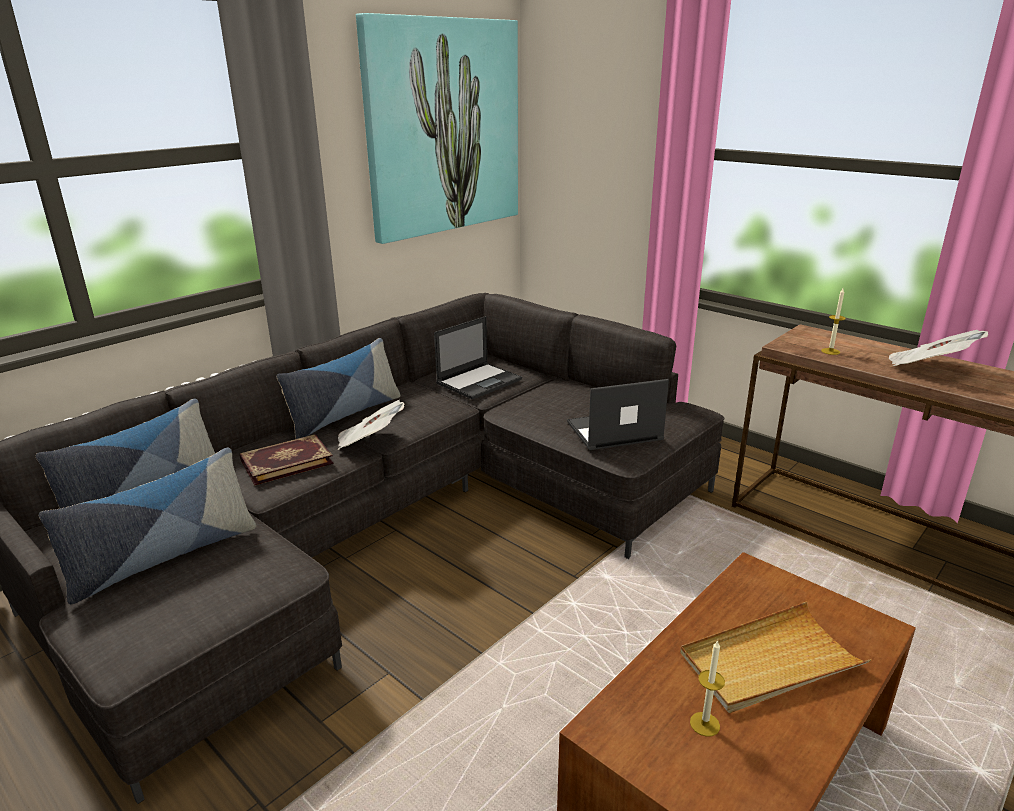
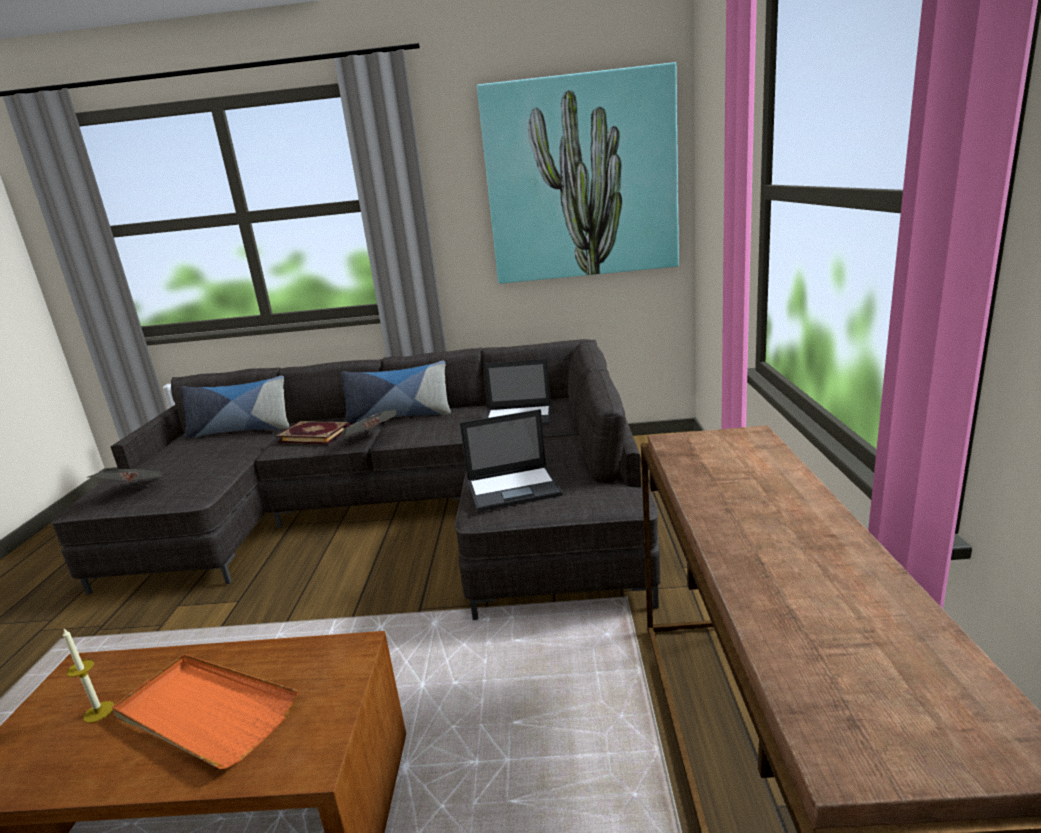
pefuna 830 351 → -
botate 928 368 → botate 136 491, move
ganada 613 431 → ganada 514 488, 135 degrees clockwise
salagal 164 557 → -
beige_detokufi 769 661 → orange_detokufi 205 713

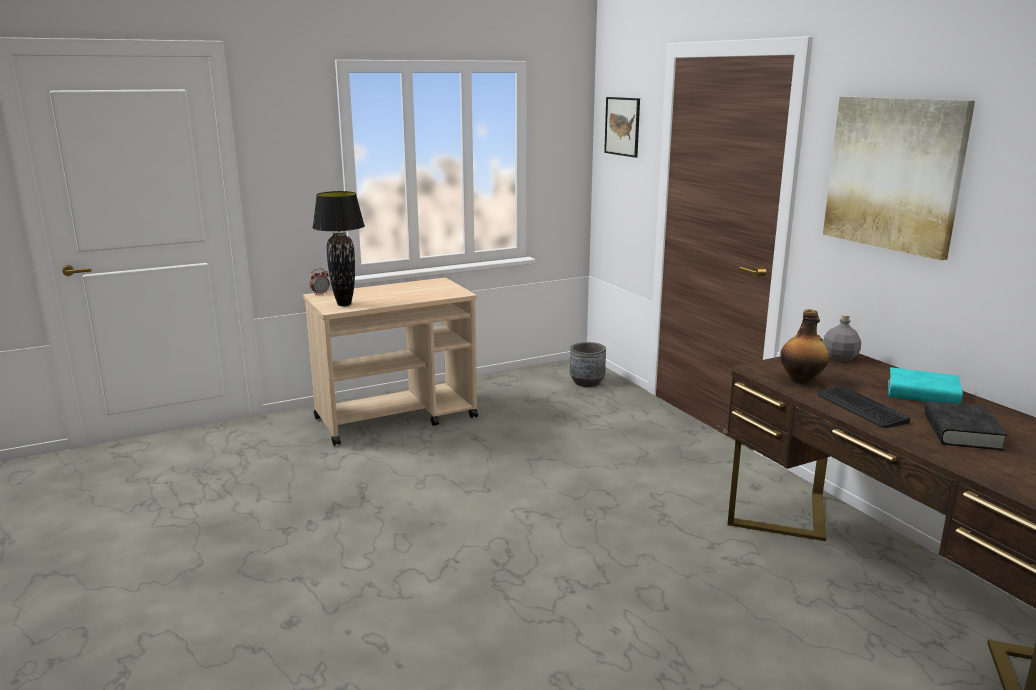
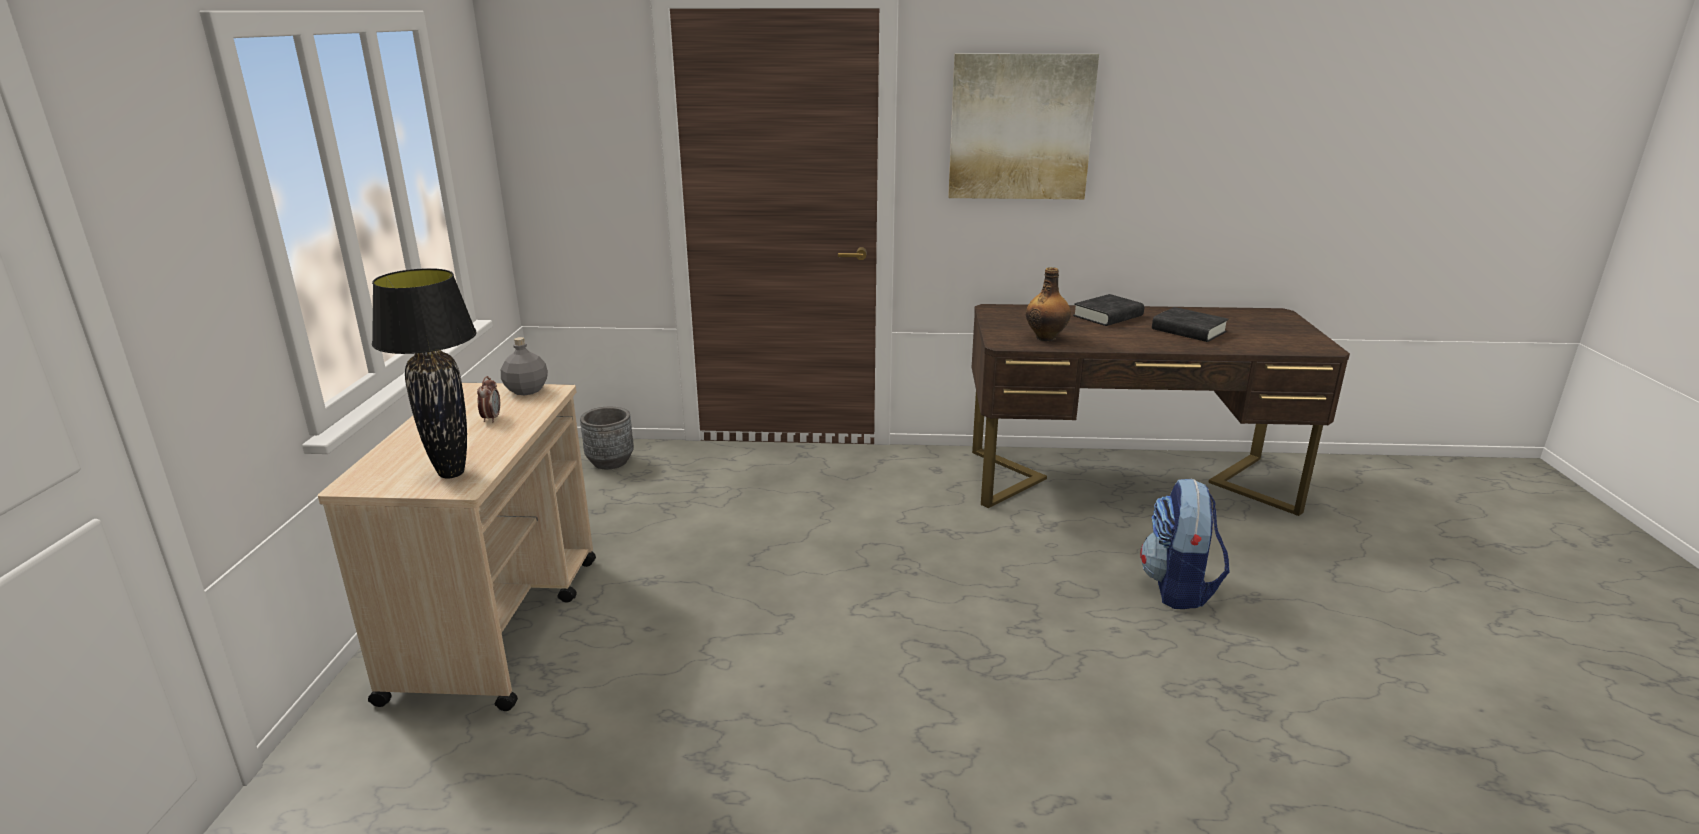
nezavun 622 126 → -
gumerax 320 294 → gumerax 491 418, move
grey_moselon 840 358 → grey_moselon 527 390, move
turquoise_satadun 922 393 → black_satadun 1108 316
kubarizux 860 408 → -
- → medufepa 1178 588

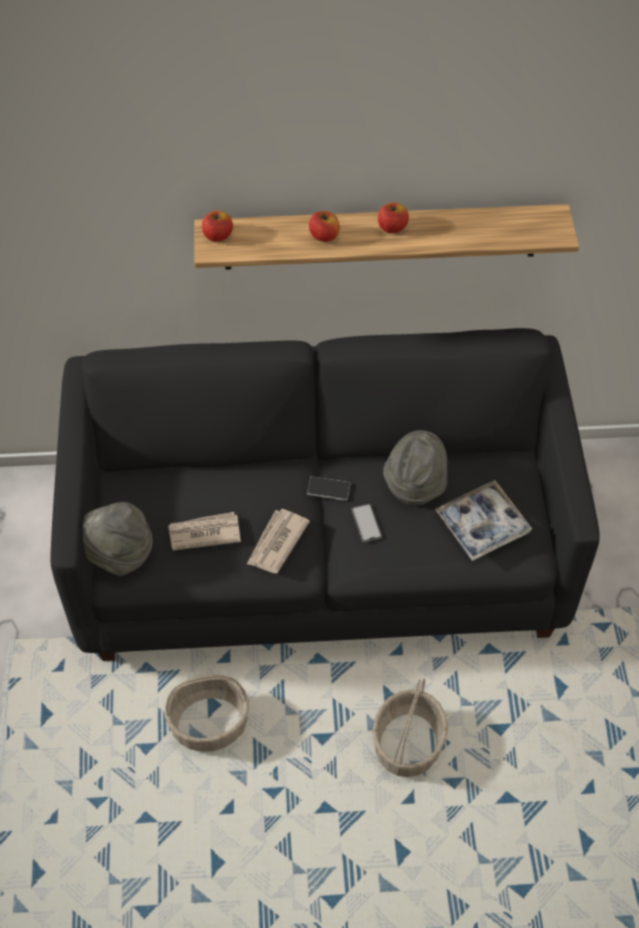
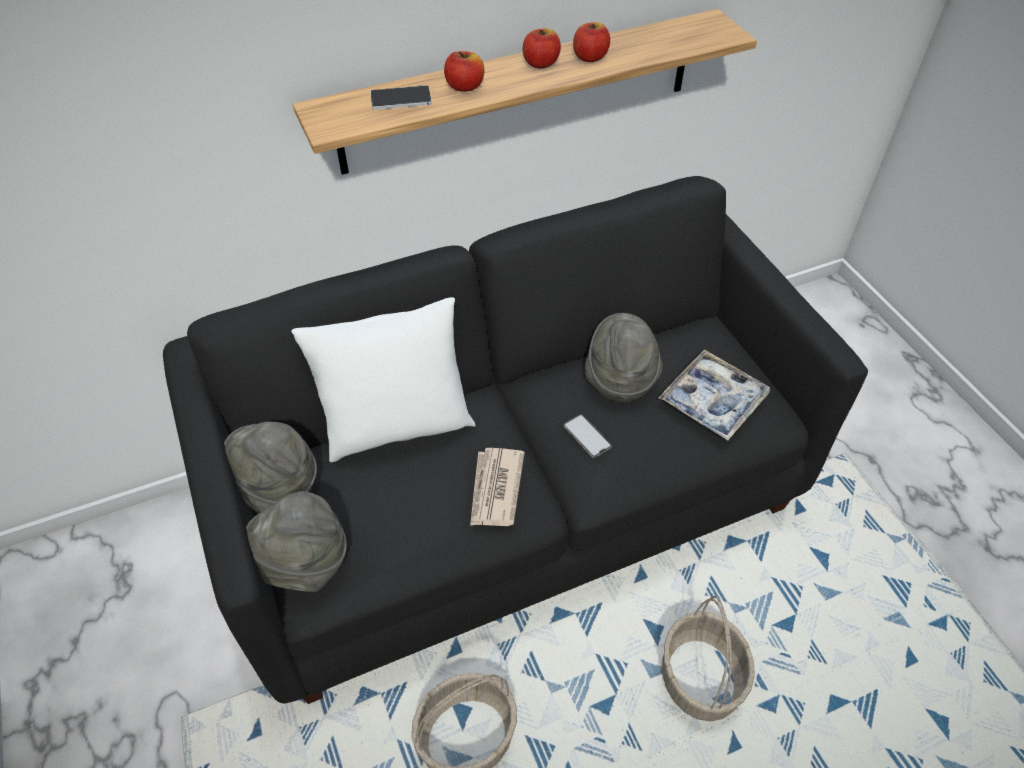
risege 218 235 → risege 590 57, move
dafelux 328 489 → dafelux 401 99, move
botate 204 533 → -
- → white_salagal 397 426
- → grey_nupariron 277 487

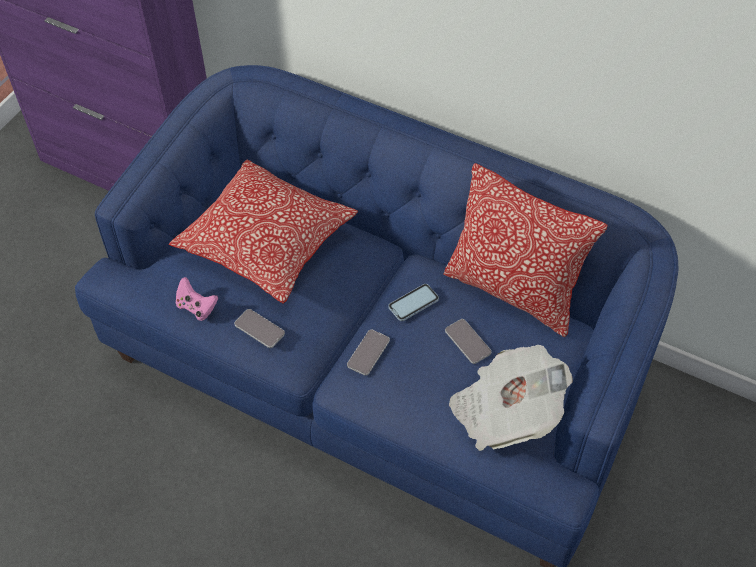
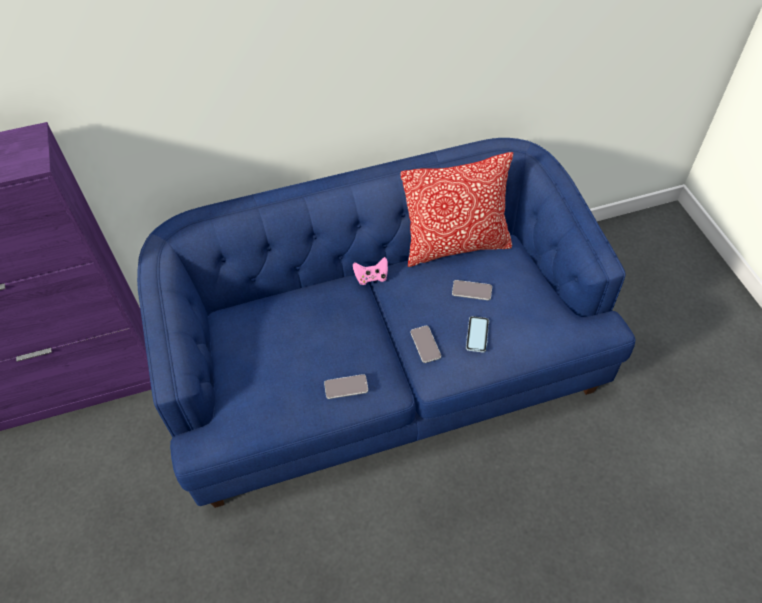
salagal 266 243 → -
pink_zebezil 196 307 → pink_zebezil 371 277, move
dafelux 413 303 → dafelux 477 335, move
botate 505 412 → -

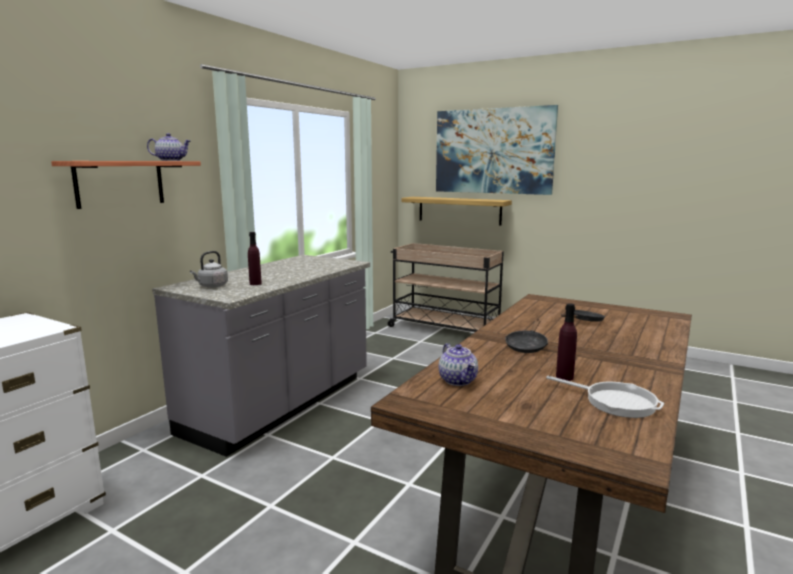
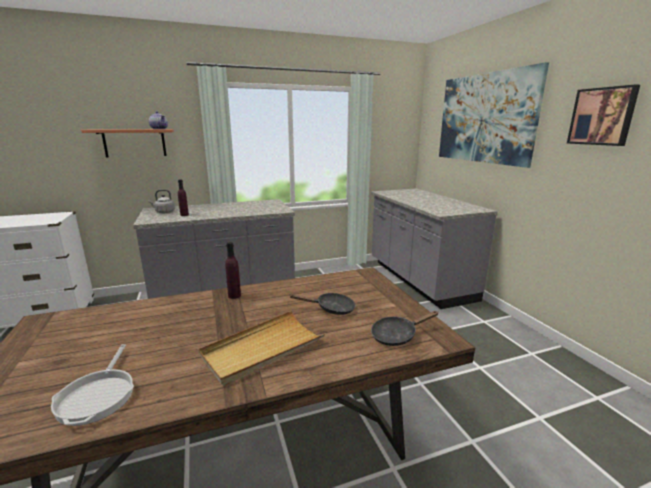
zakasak 459 210 → -
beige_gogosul 444 328 → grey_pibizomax 418 280
purple_moselon 564 377 → purple_moselon 234 295, move
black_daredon 527 346 → black_daredon 397 335, move
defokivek 458 380 → -
- → nezavun 602 116
- → beige_detokufi 262 349

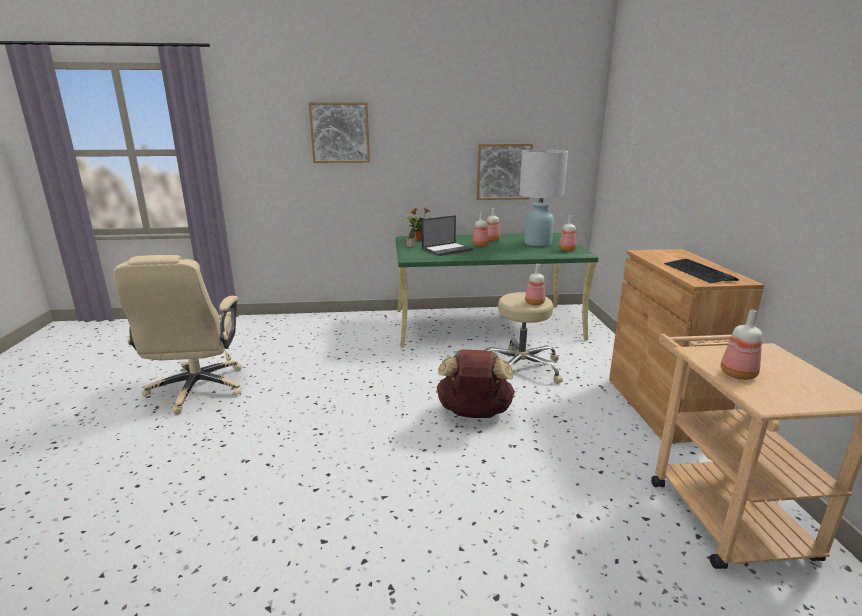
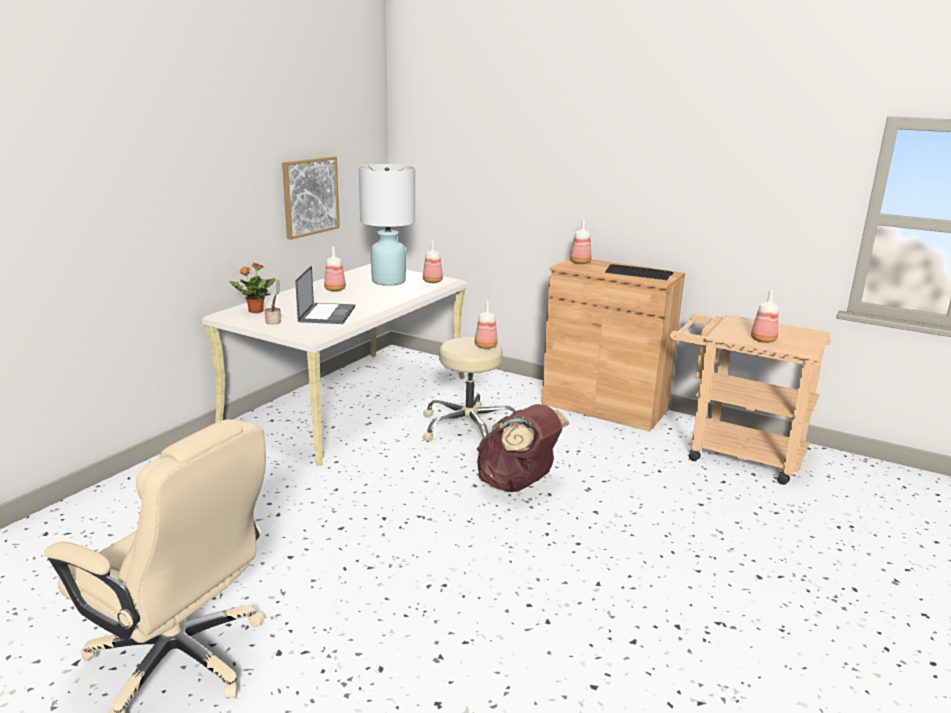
nezavun 340 133 → -
moselon 480 245 → moselon 579 262, move
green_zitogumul 486 324 → beige_zitogumul 351 401

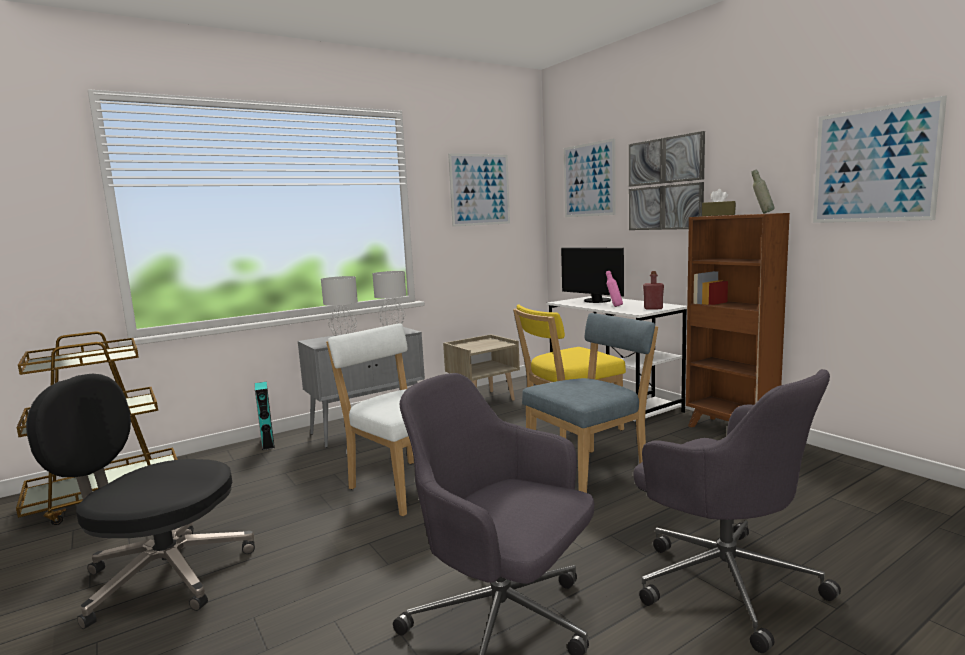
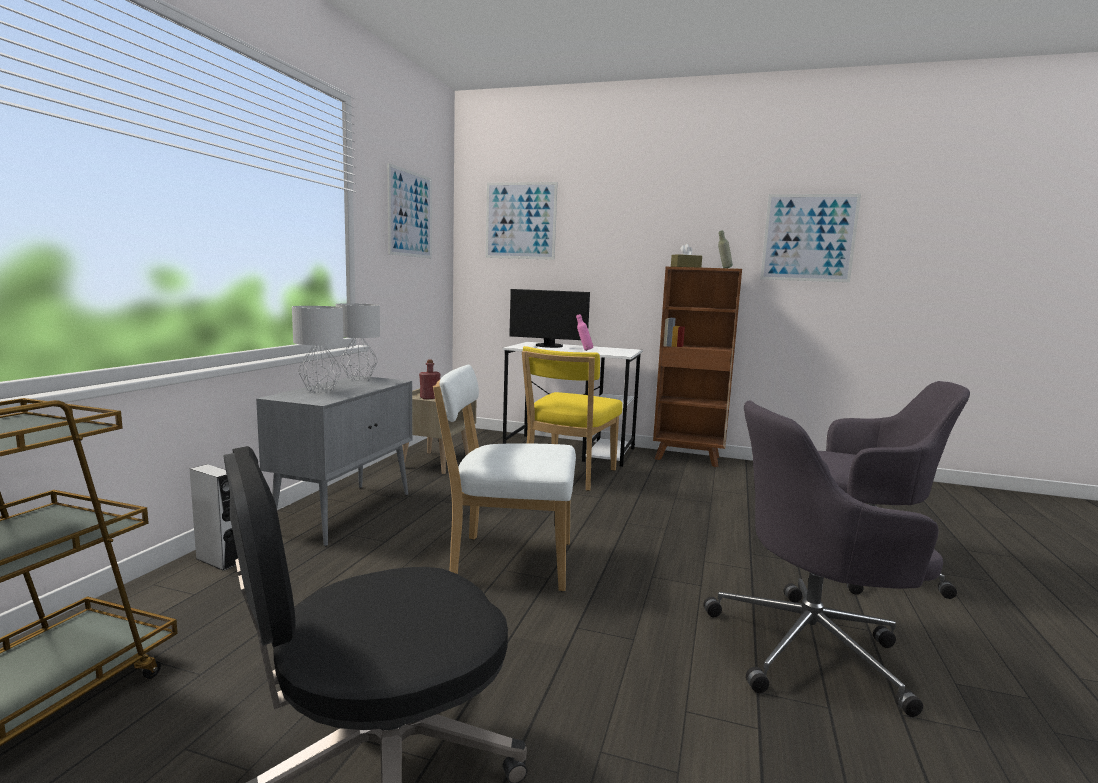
nezavun 665 184 → -
red_moselon 653 308 → red_moselon 429 398, move
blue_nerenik 591 472 → -
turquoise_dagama 268 444 → grey_dagama 218 561

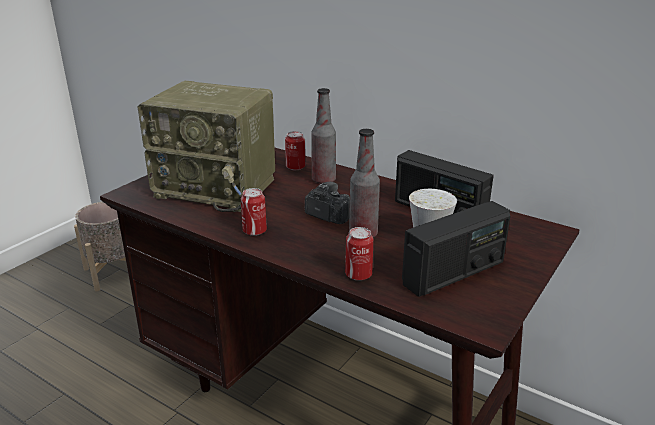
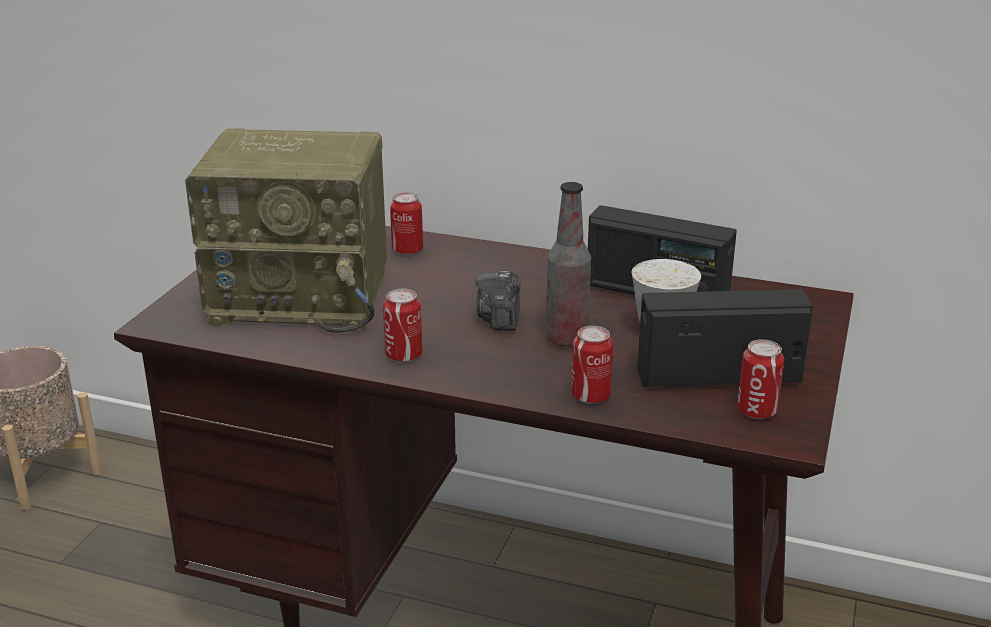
moselon 323 180 → -
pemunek 327 216 → pemunek 500 318, 105 degrees counterclockwise
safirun 454 273 → safirun 718 375, 135 degrees counterclockwise
- → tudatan 756 411

